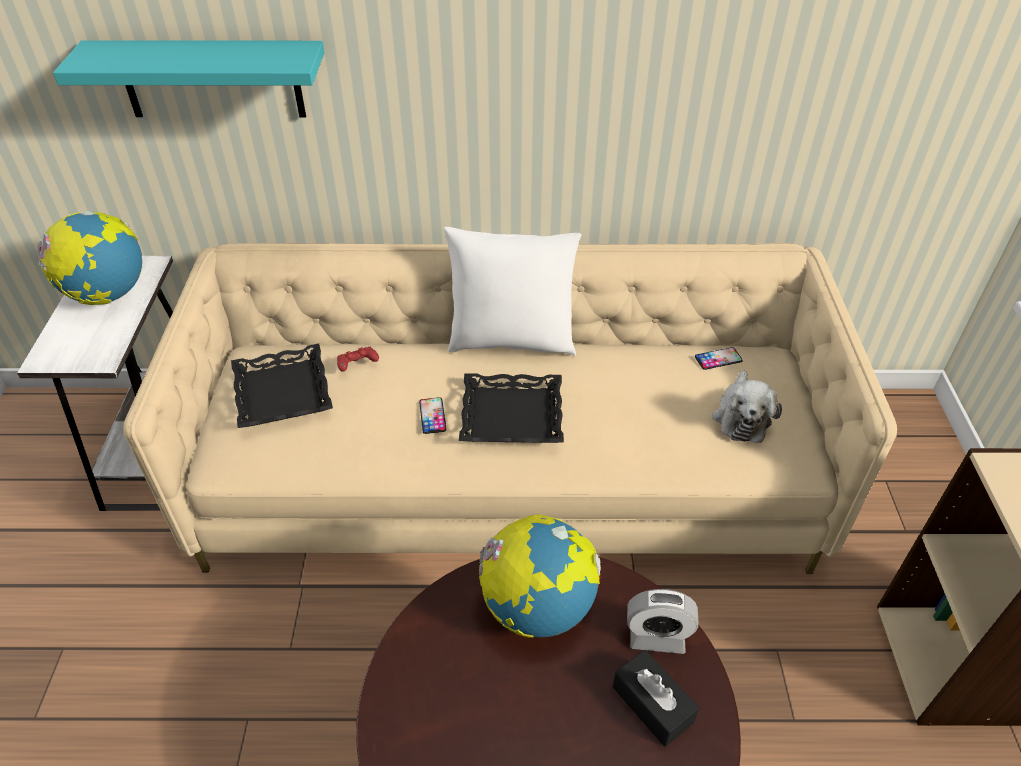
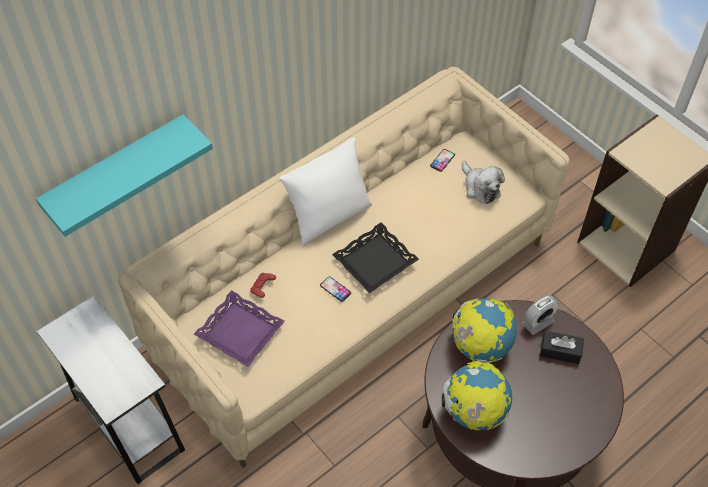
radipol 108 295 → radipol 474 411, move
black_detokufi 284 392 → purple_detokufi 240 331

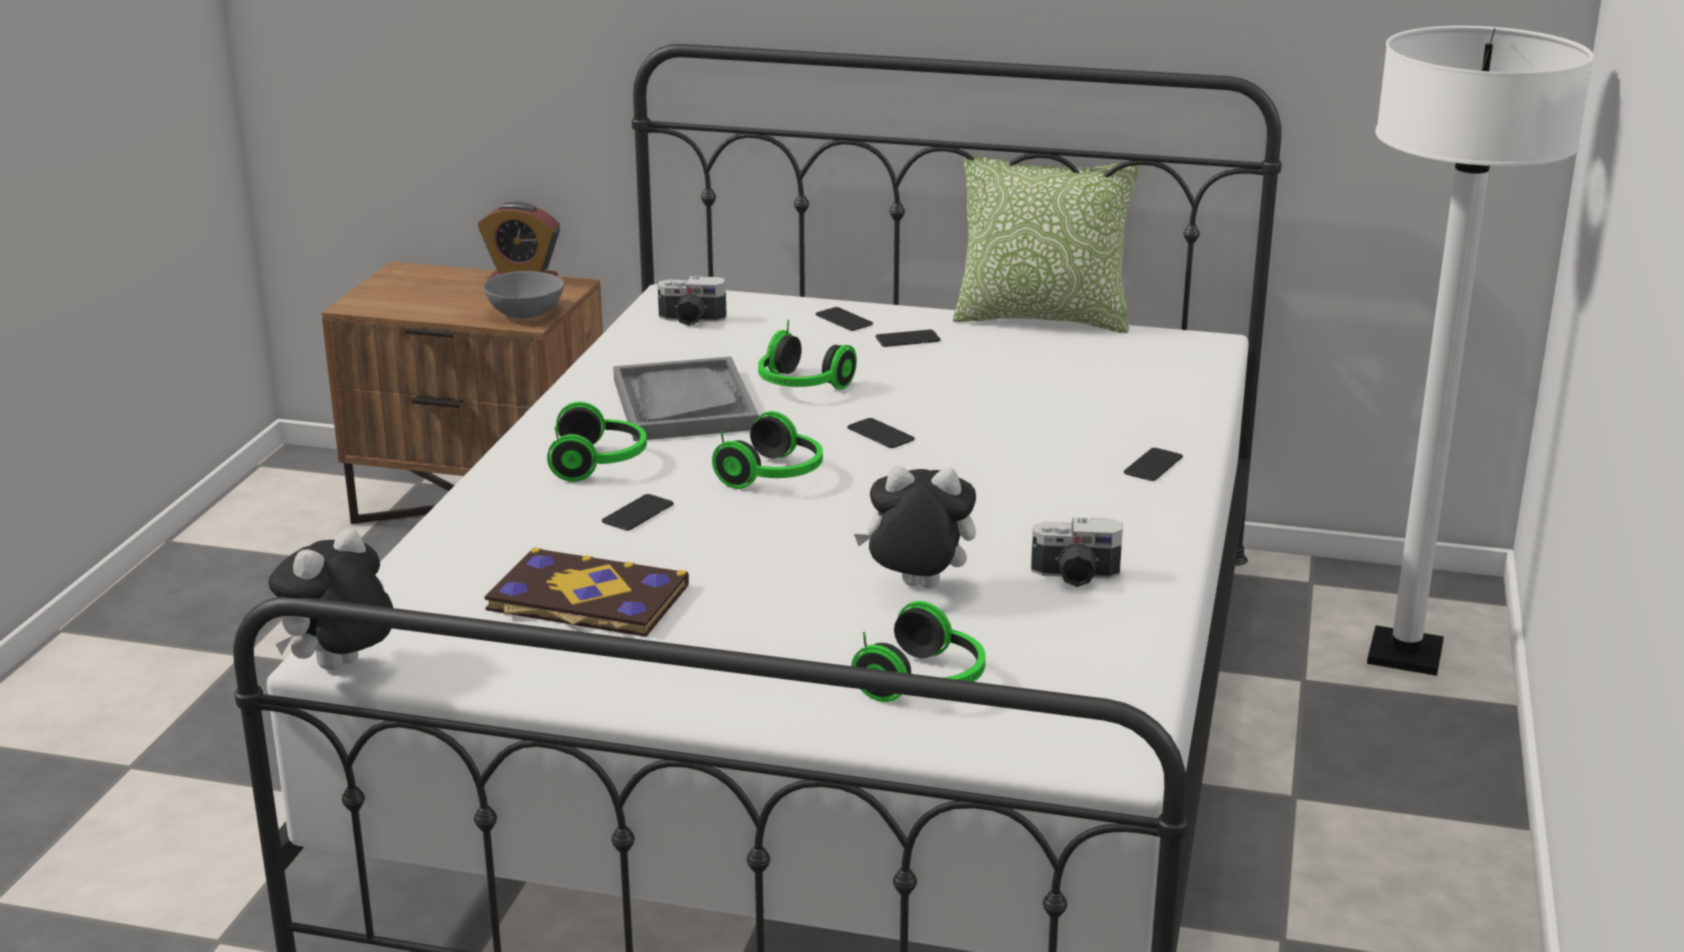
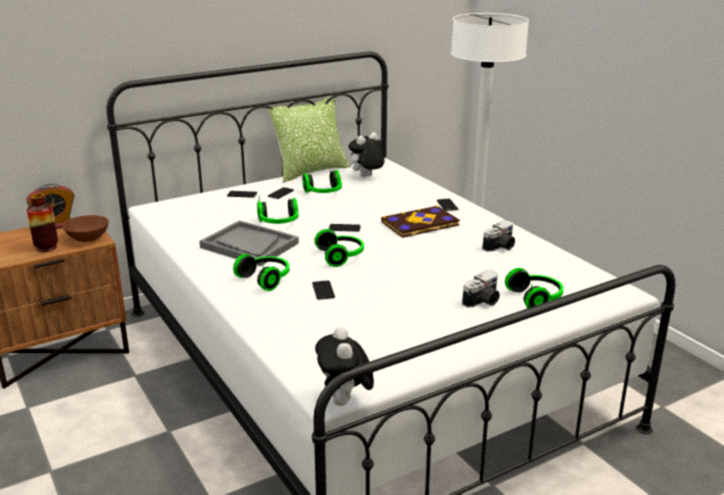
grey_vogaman 524 313 → brown_vogaman 88 238
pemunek 691 320 → pemunek 483 301, move
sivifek 916 588 → sivifek 366 177, move
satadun 587 599 → satadun 420 224, move
- → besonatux 324 193
- → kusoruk 46 248

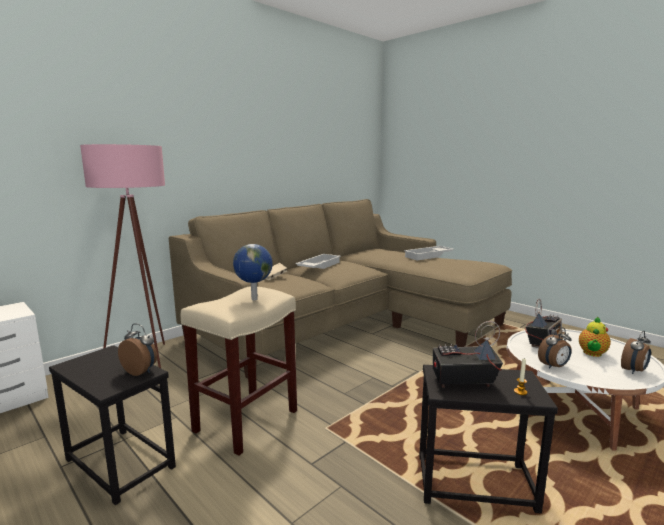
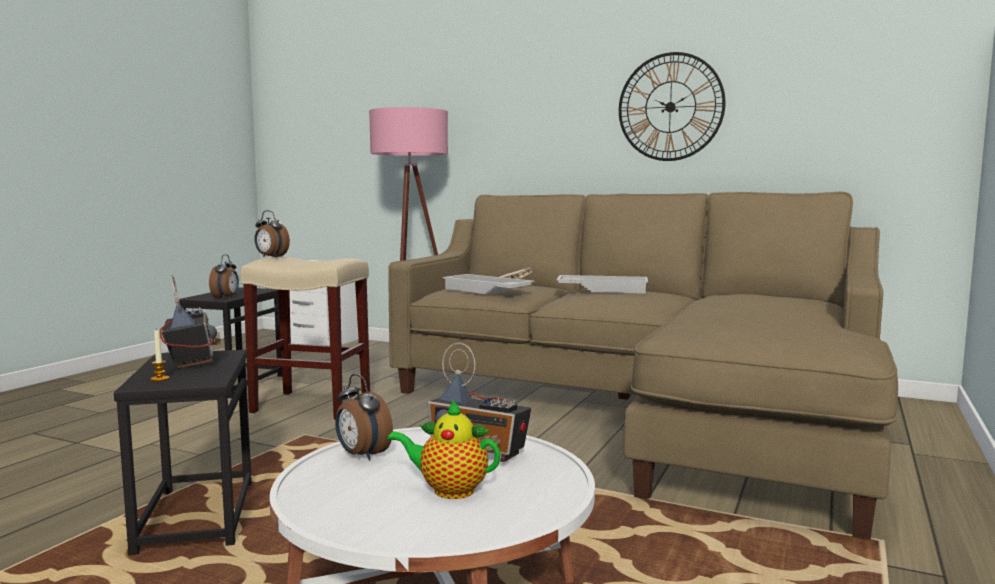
radipol 253 299 → -
white_detokufi 429 256 → white_detokufi 485 291, move
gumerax 634 371 → gumerax 271 257, move
- → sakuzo 670 107

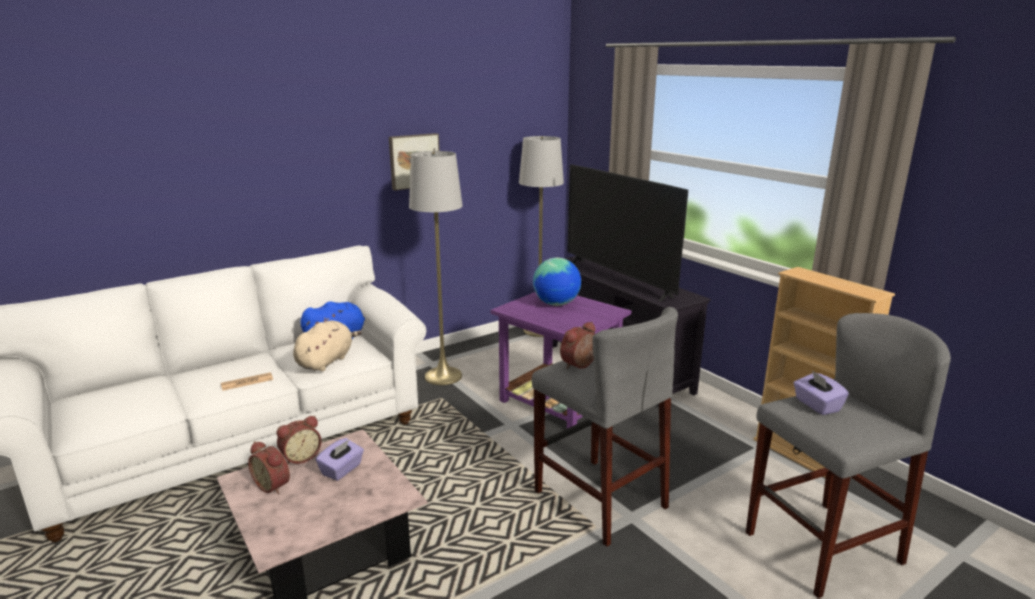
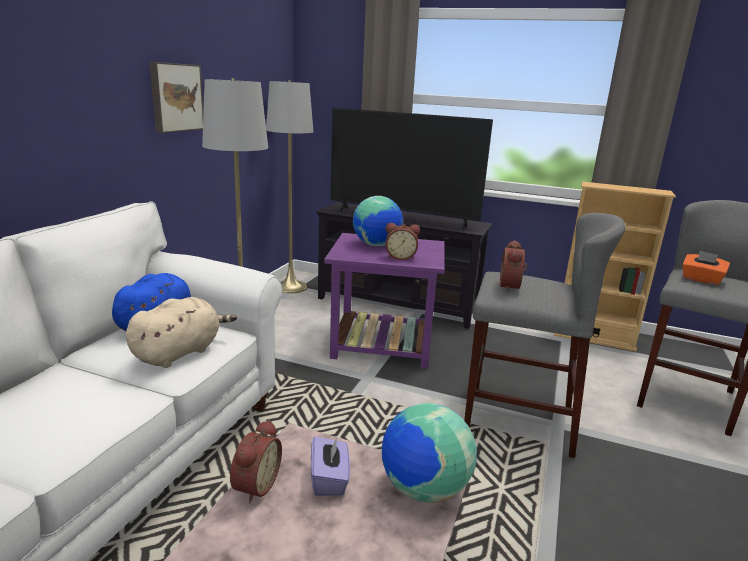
beige_sivifek 326 361 → beige_sivifek 180 352, 45 degrees clockwise
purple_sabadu 816 405 → orange_sabadu 701 280
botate 247 382 → -
gumerax 274 485 → gumerax 400 257, move
- → radipol 423 489

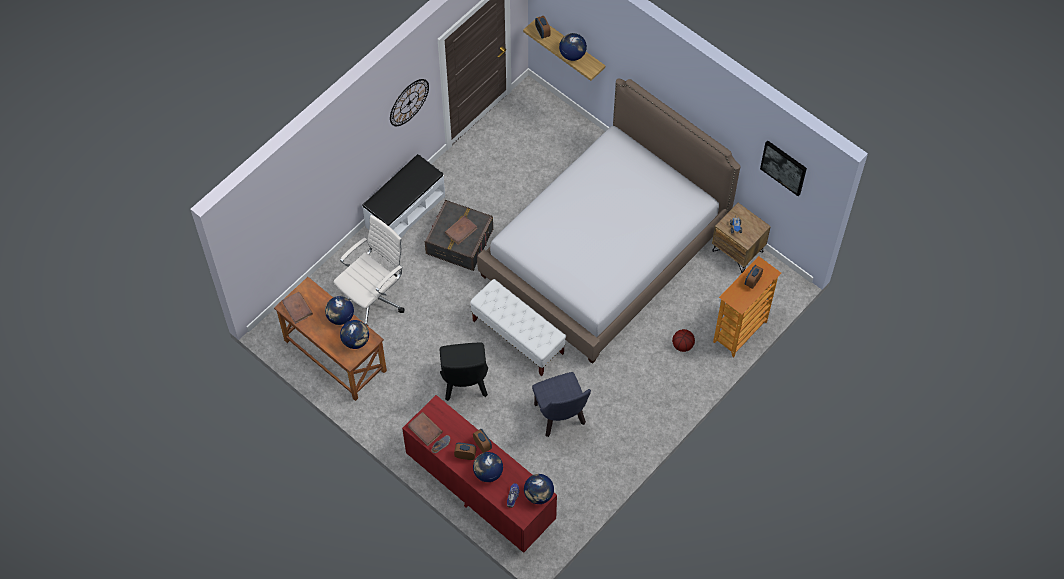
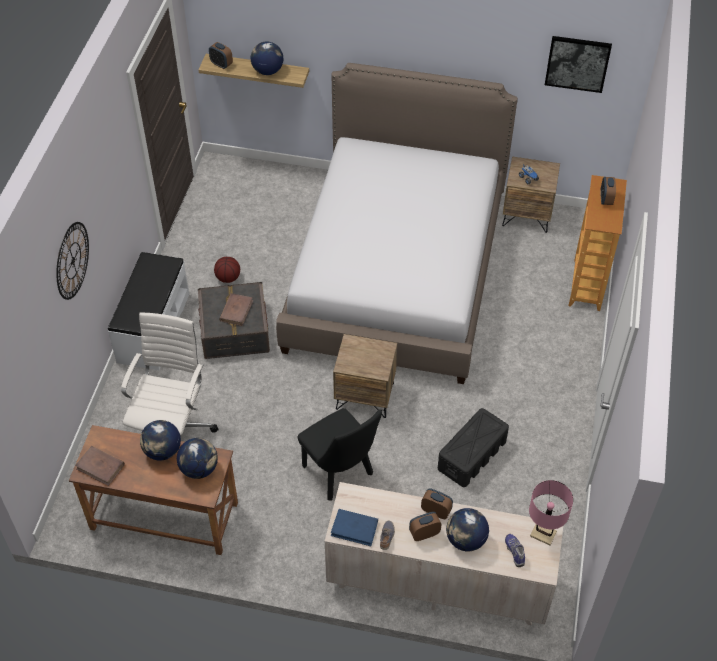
sakuzo 409 102 → sakuzo 72 260, move
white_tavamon 518 337 → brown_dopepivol 365 395
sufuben 683 345 → sufuben 228 278, move
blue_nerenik 561 418 → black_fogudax 471 455
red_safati 480 490 → beige_safati 438 581
brown_satadun 425 429 → blue_satadun 354 528
radipol 538 494 → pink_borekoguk 543 534

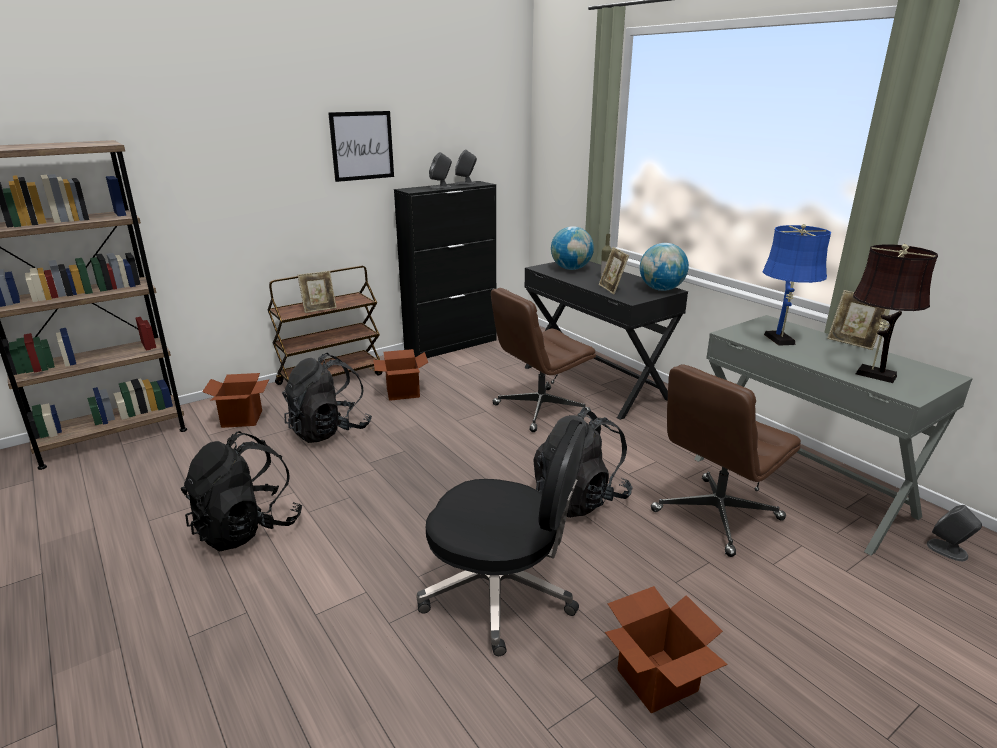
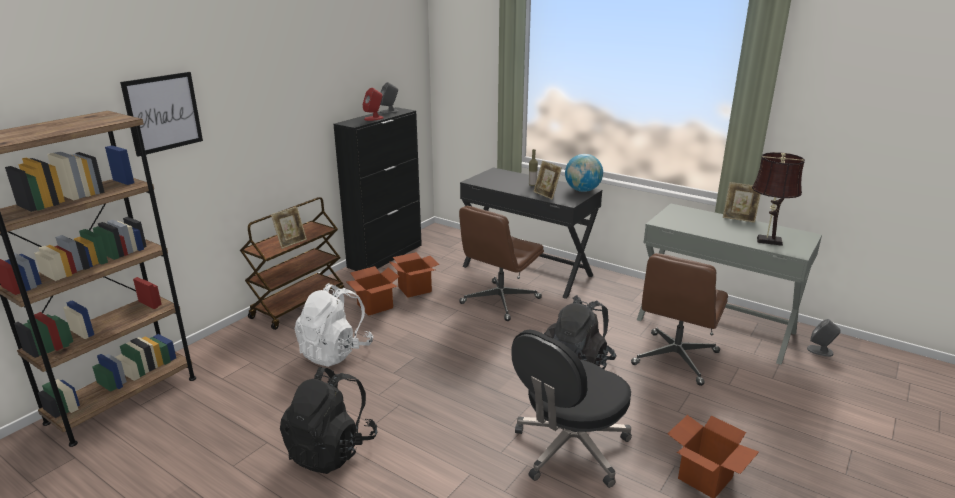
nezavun 362 146 → nezavun 163 113, move
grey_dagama 441 187 → red_dagama 374 118
blue_borekoguk 780 340 → -
radipol 571 269 → -
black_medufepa 329 430 → white_medufepa 335 352
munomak 242 419 → munomak 414 289, move
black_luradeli 501 594 → black_luradeli 569 449, 135 degrees clockwise

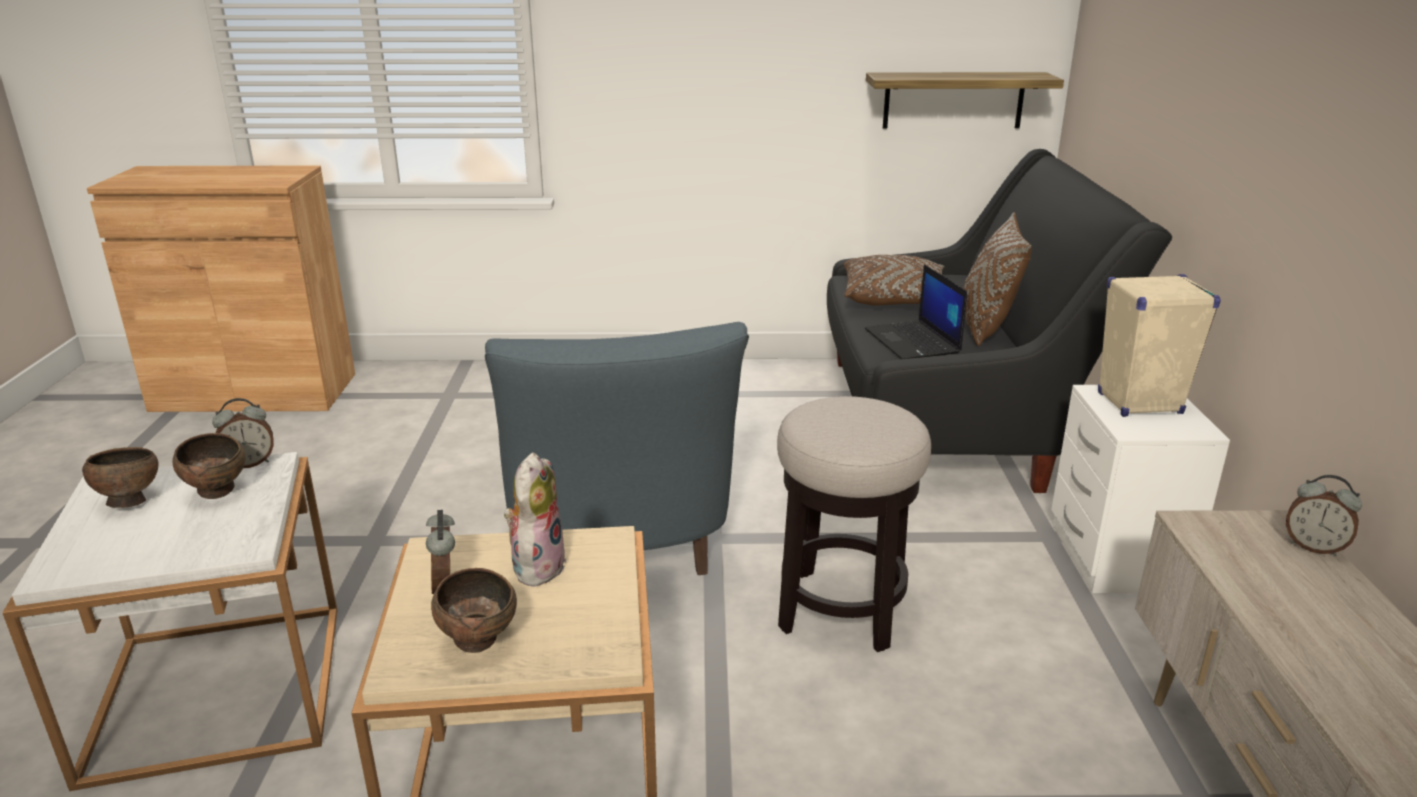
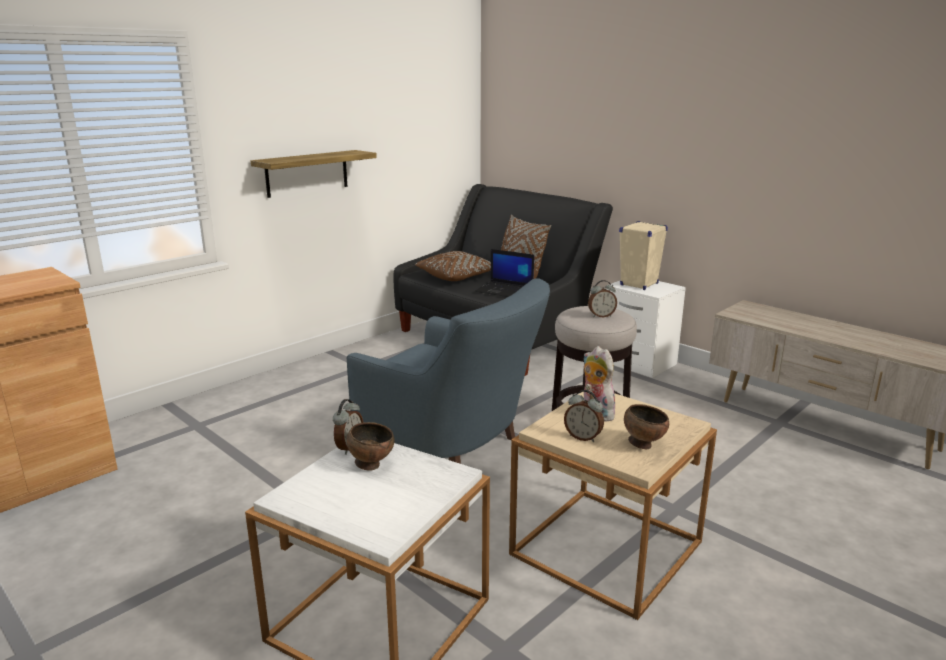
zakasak 953 100 → zakasak 307 173, move
brown_vogaman 129 502 → -
gumerax 1313 547 → gumerax 601 316, move

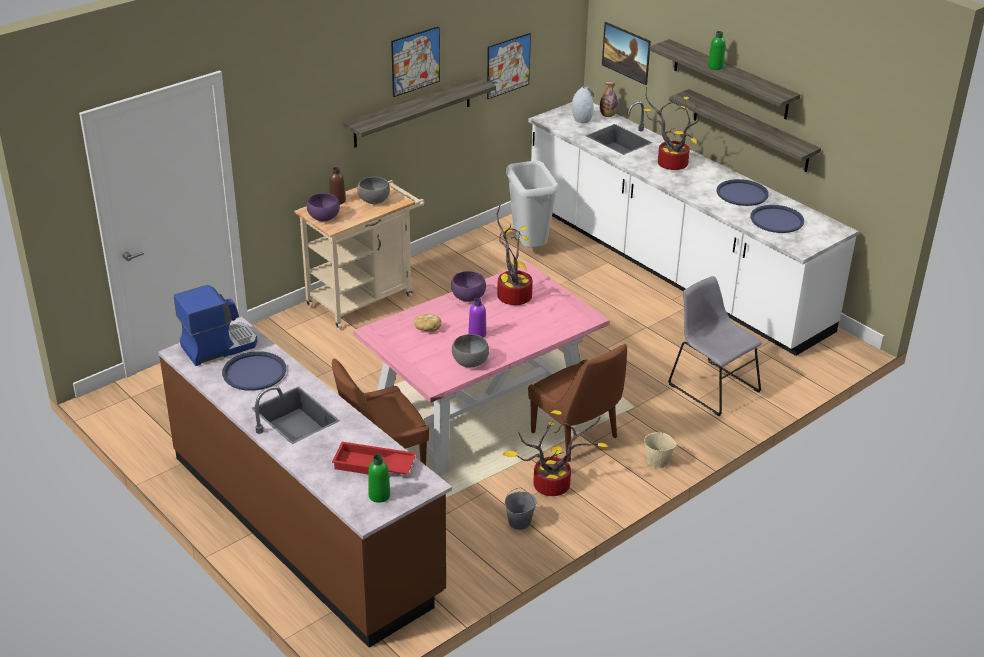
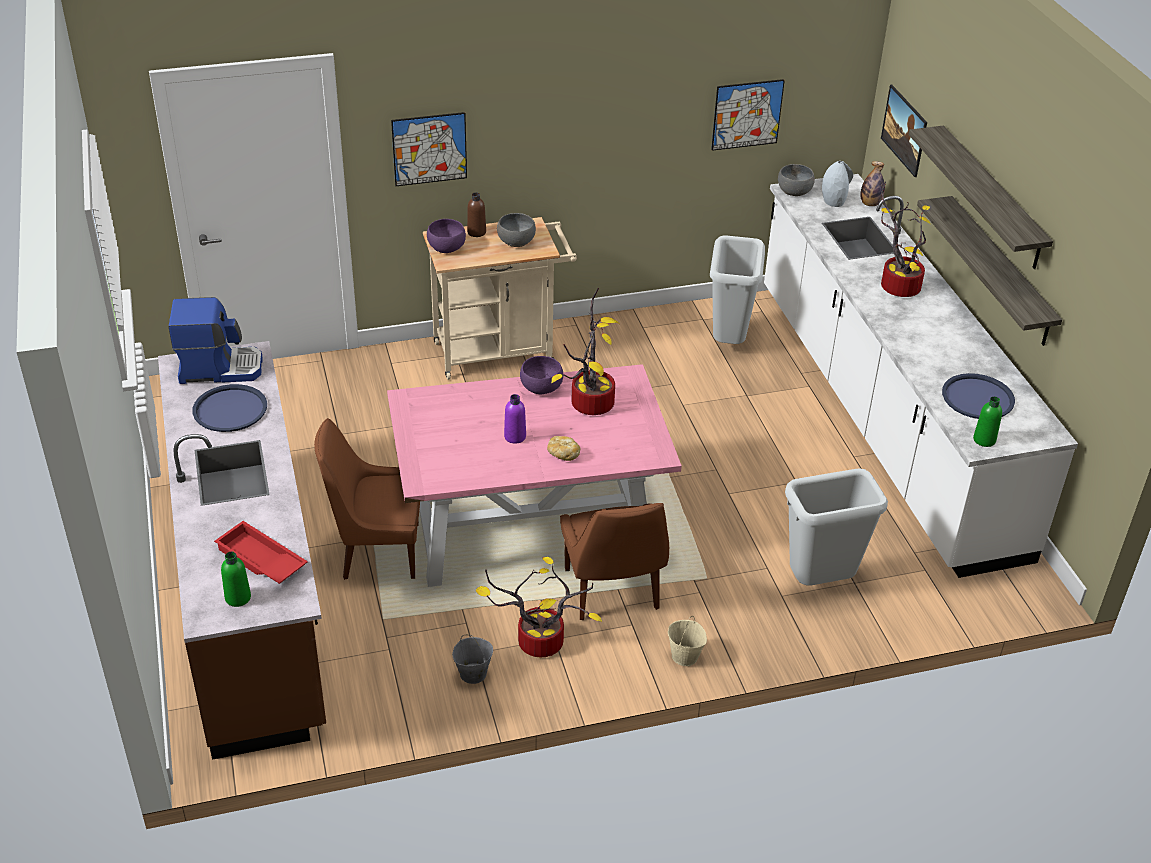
nezavun 415 61 → nezavun 429 149, move
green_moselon 715 66 → green_moselon 984 440, move
zakasak 413 112 → -
blue_detokufi 742 194 → -
grey_nerenik 711 386 → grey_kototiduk 820 582
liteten 427 328 → liteten 563 454, move
grey_vogaman 470 361 → grey_vogaman 794 191, move

